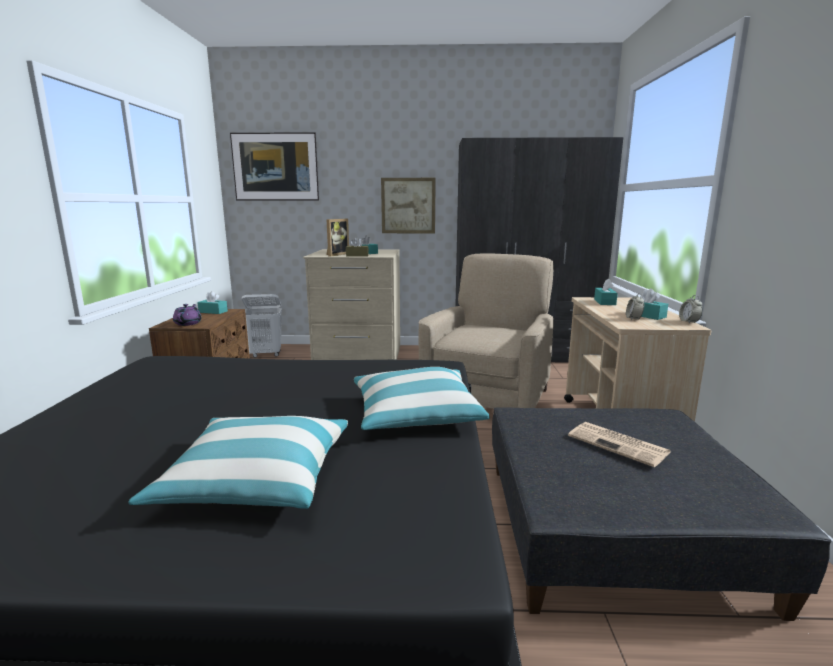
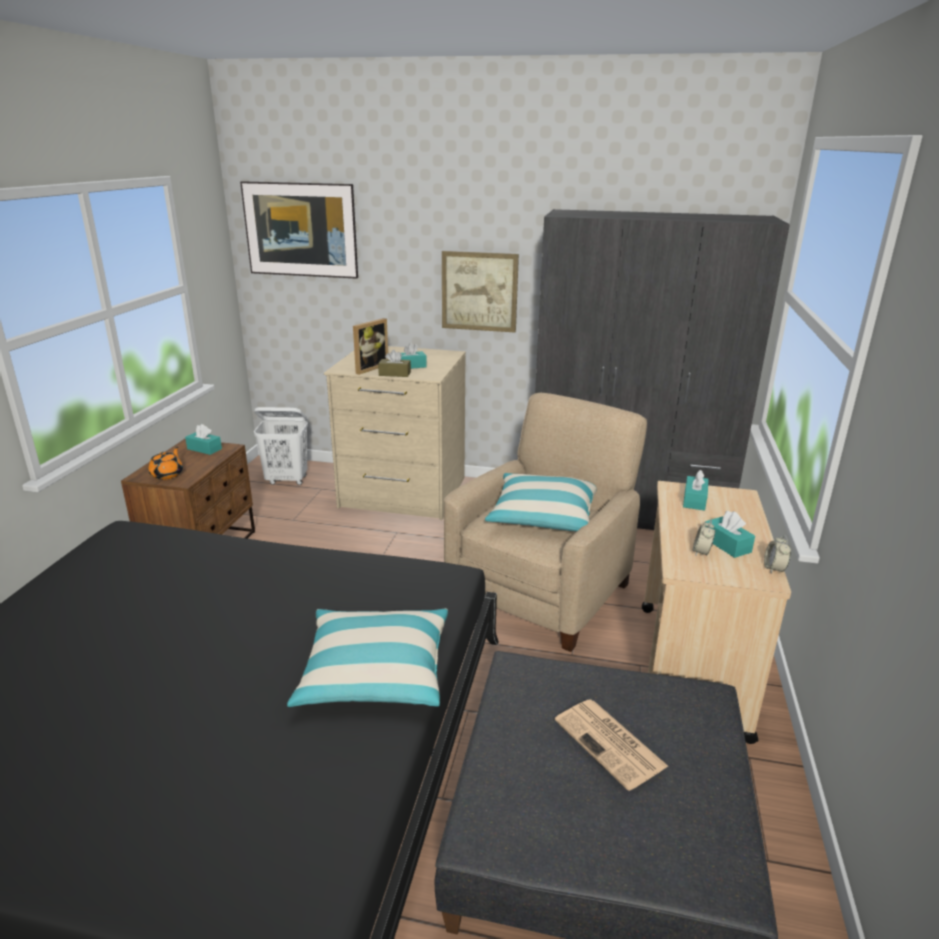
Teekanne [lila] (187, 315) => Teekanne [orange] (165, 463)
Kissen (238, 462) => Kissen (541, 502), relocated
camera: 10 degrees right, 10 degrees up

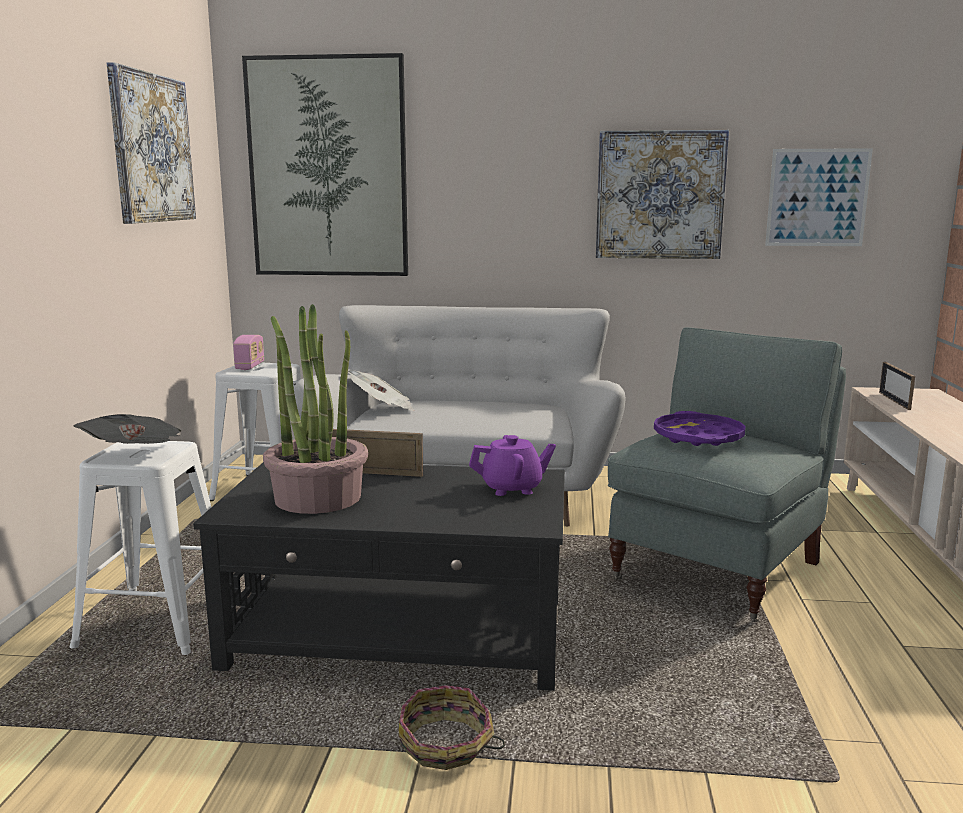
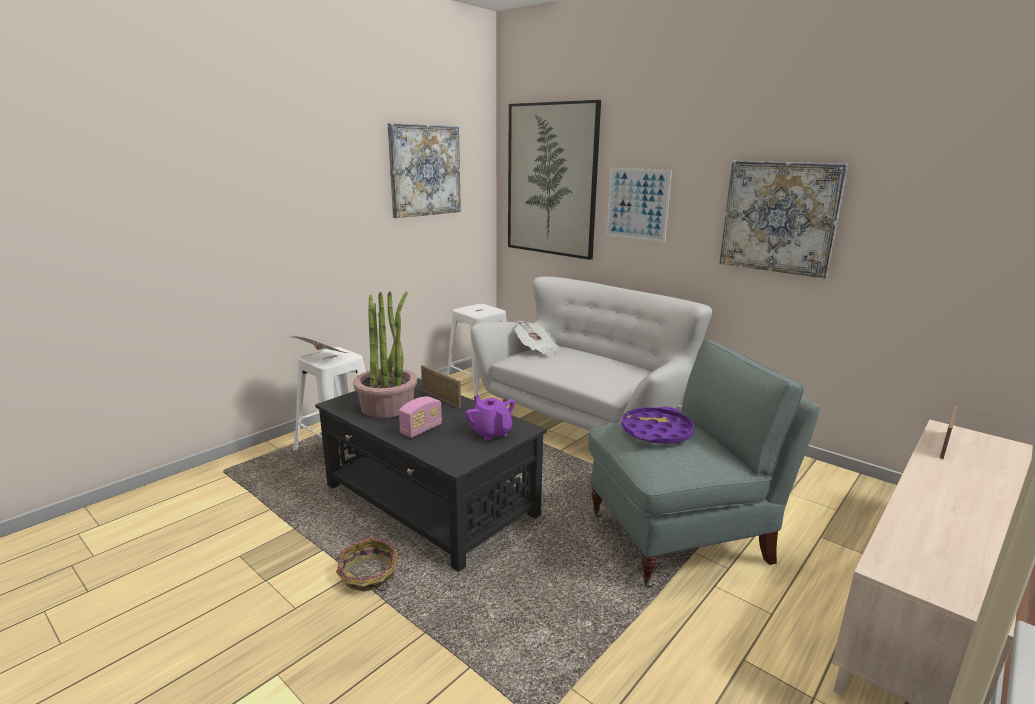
Radio (248, 352) => Radio (420, 417), relocated
Teekanne [lila] (512, 465) => Teekanne [lila] (490, 418), 150 degrees counterclockwise
Bild (819, 197) => Bild (639, 205), relocated
camera: 35 degrees right, 5 degrees up

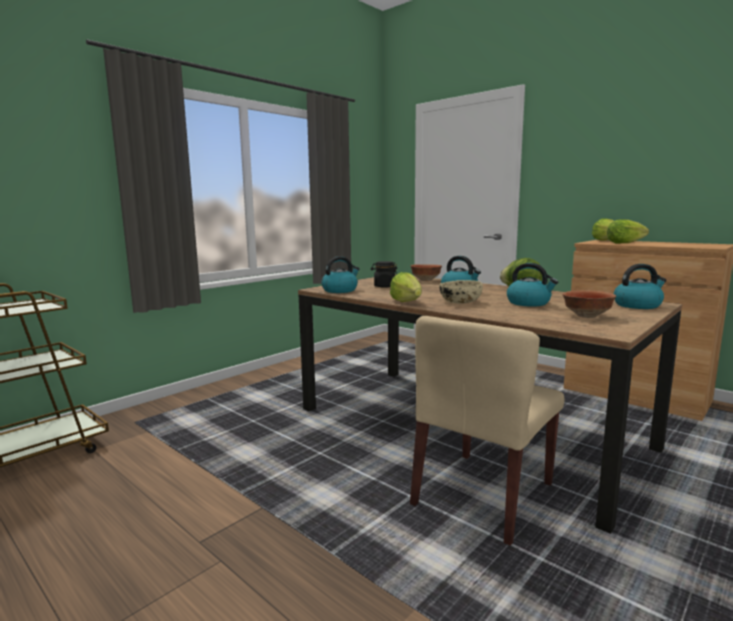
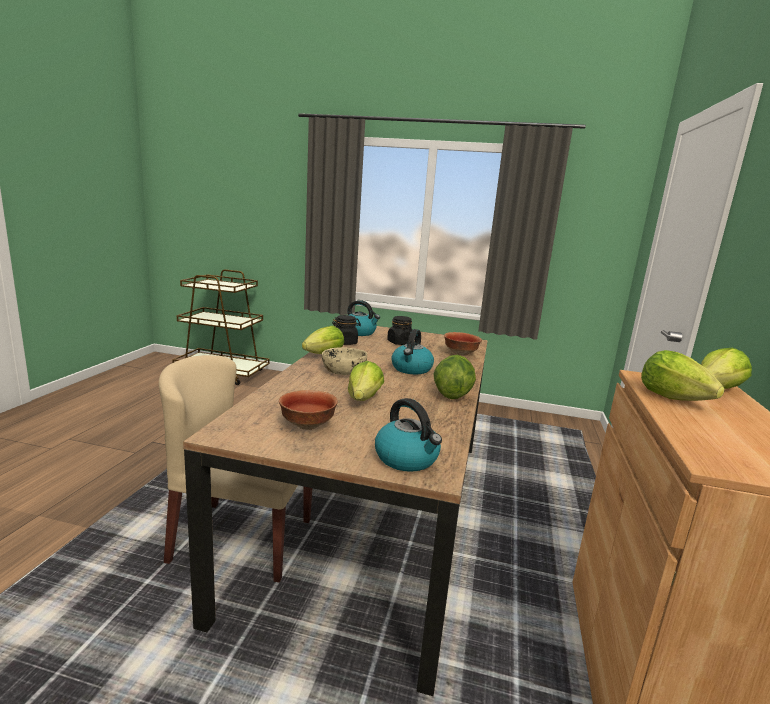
nothing => Vorratsglas [schwarz] (346, 330)
Wasserkessel (532, 285) => Salatkopf (366, 381)
camera: 60 degrees right, 5 degrees up

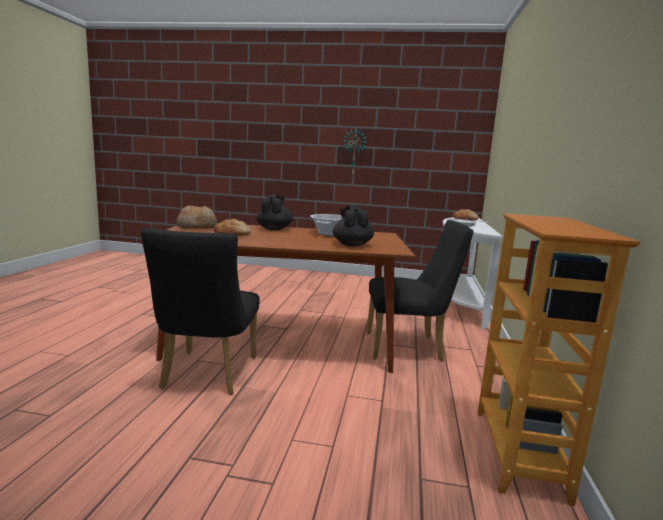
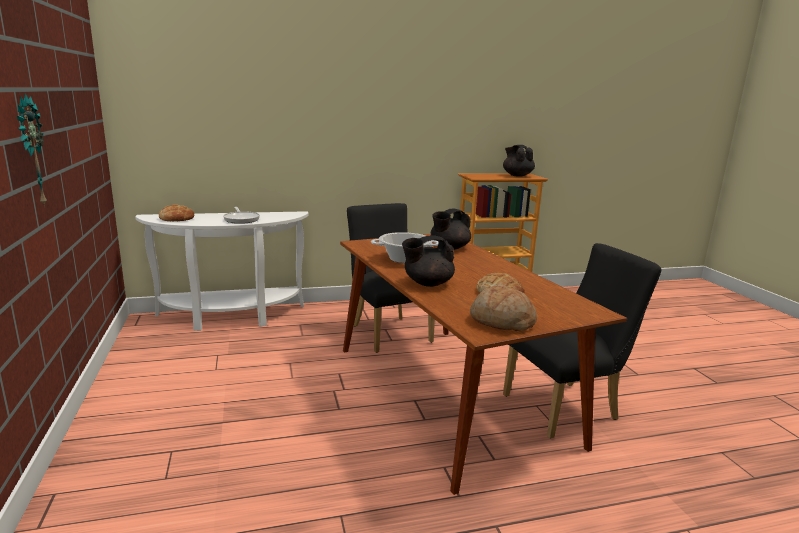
nothing => Teekanne [schwarz] (519, 161)
camera: 115 degrees left, 5 degrees up

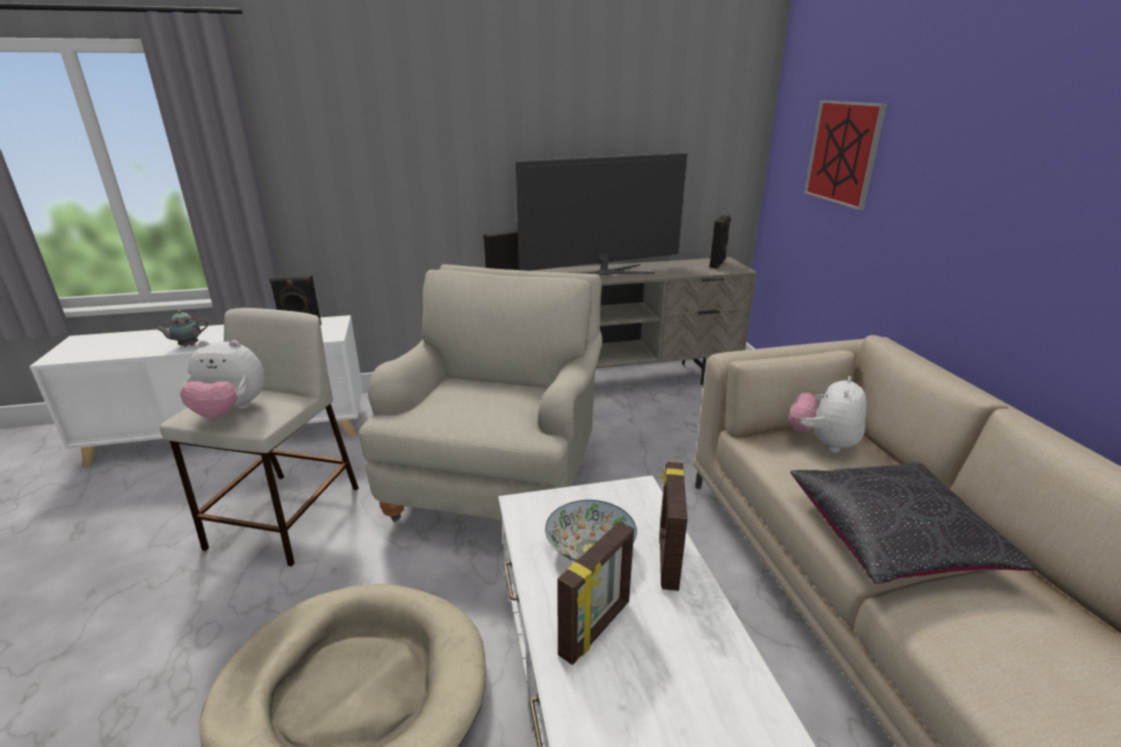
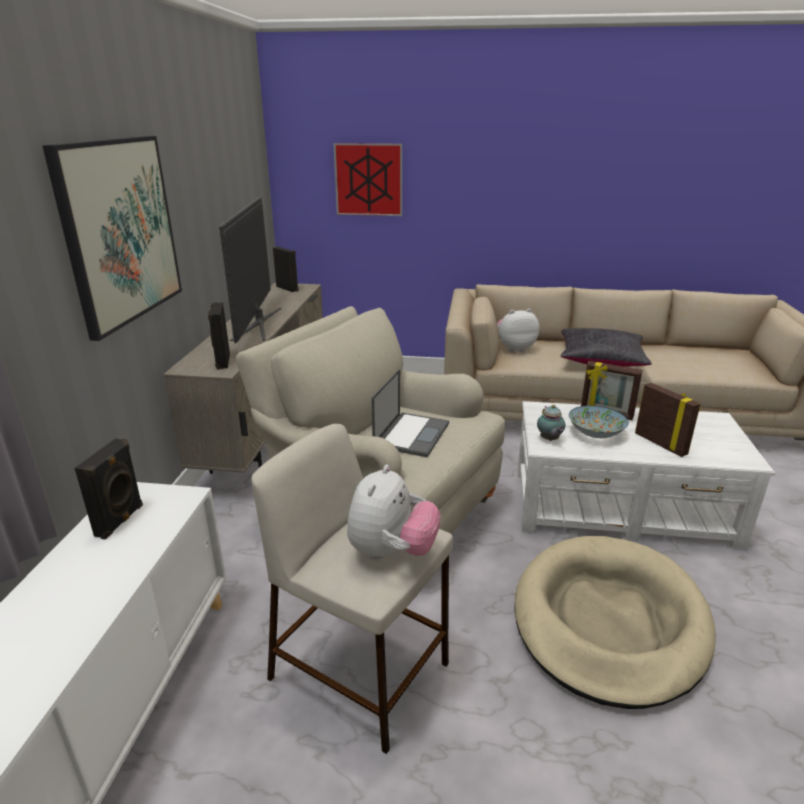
nothing => Bild (112, 238)
nothing => Laptop (410, 413)
Plüschtier (828, 414) => Plüschtier (518, 331), 120 degrees clockwise
Teekanne (182, 328) => Teekanne (551, 422), relocated
camera: 70 degrees left, 0 degrees up

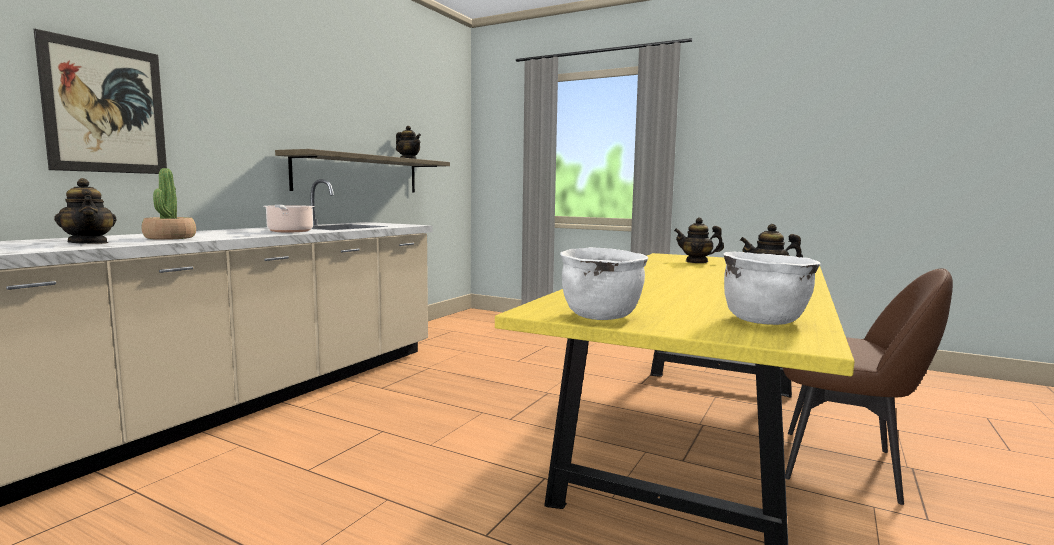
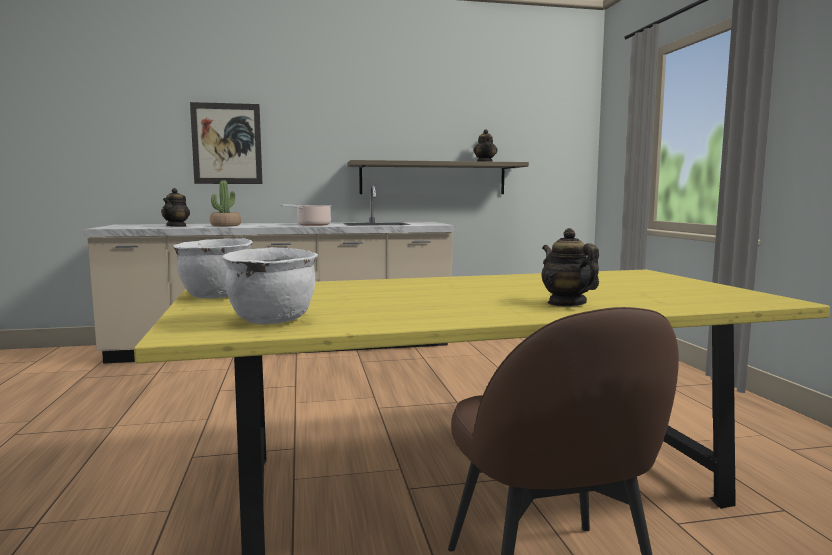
Teekanne (699, 240) => nothing
camera: 50 degrees right, 0 degrees up

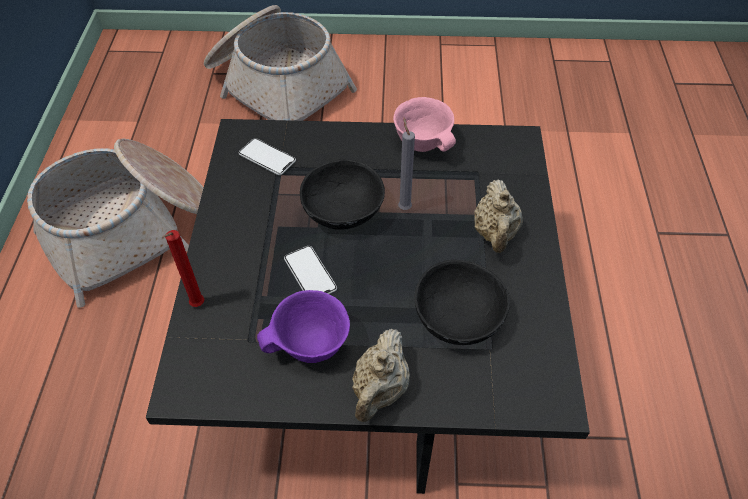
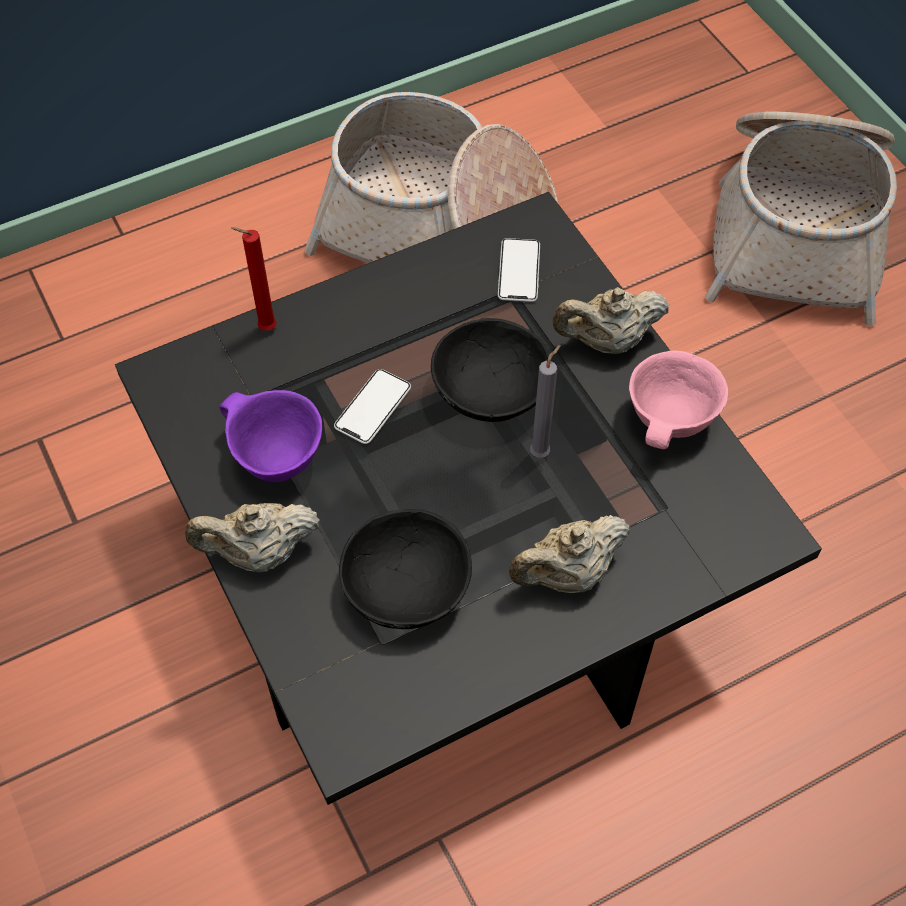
nothing => Teekanne [beige] (611, 320)
camera: 60 degrees right, 5 degrees up

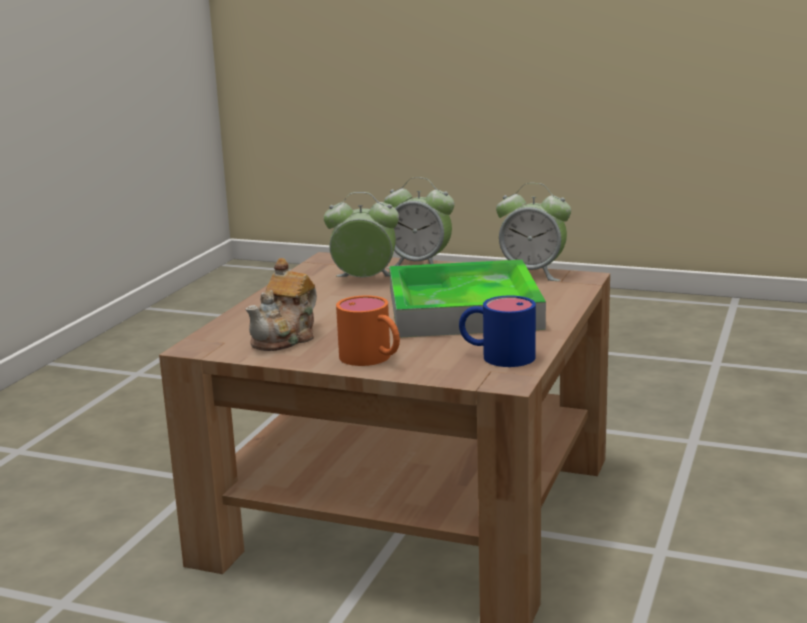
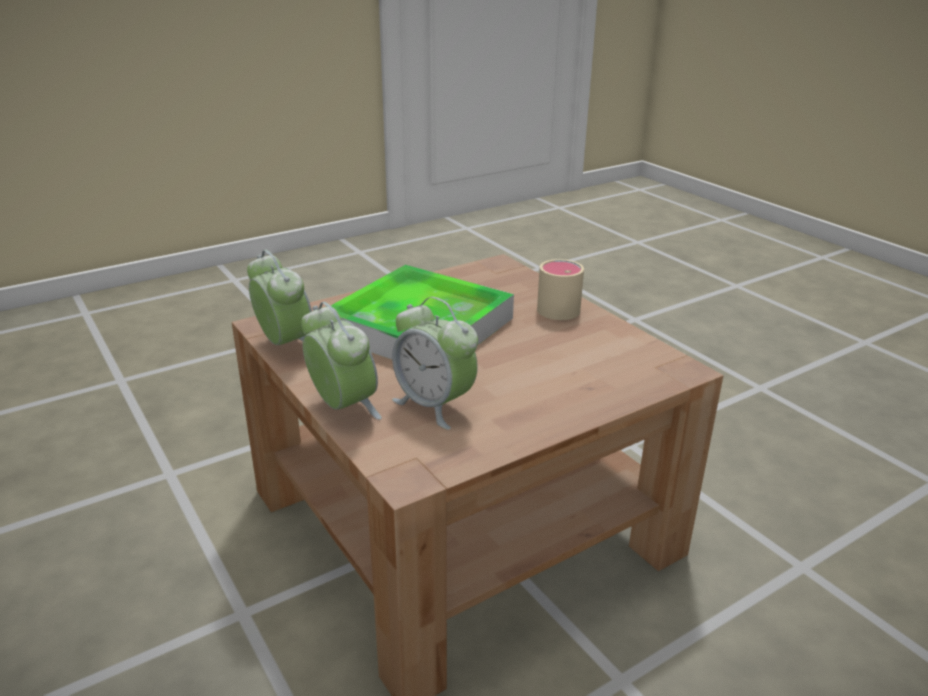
Henkelbecher [orange] (368, 330) => Henkelbecher [beige] (560, 289)
Teekanne (281, 304) => nothing
Henkelbecher [blau] (497, 331) => nothing
camera: 145 degrees left, 10 degrees up

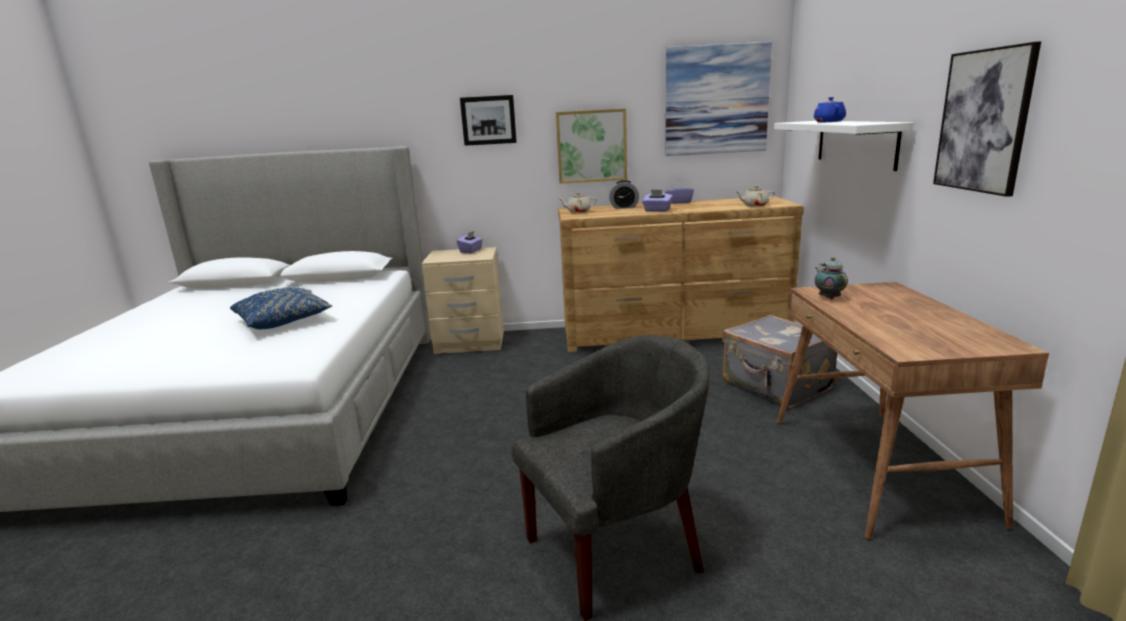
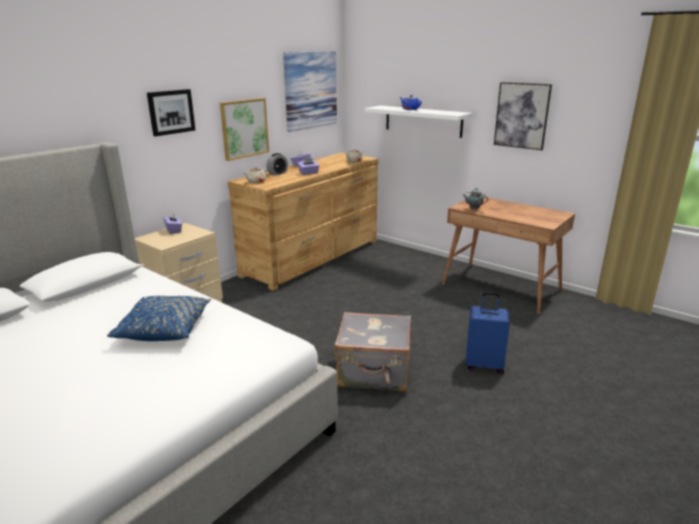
Koffer [grau] (779, 361) => Koffer [grau] (372, 352), relocated
Sessel [grau] (610, 478) => Koffer [blau] (488, 333)
camera: 50 degrees left, 5 degrees up

